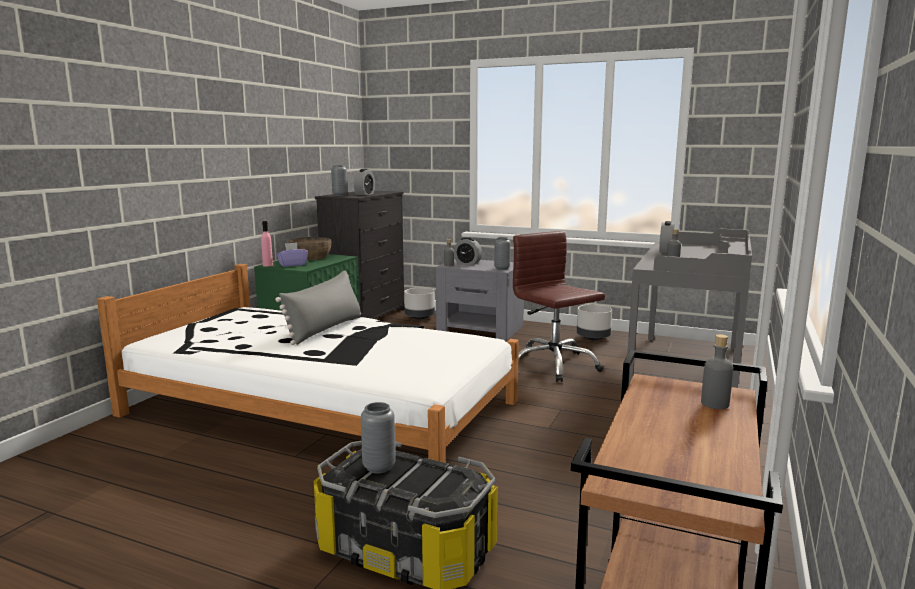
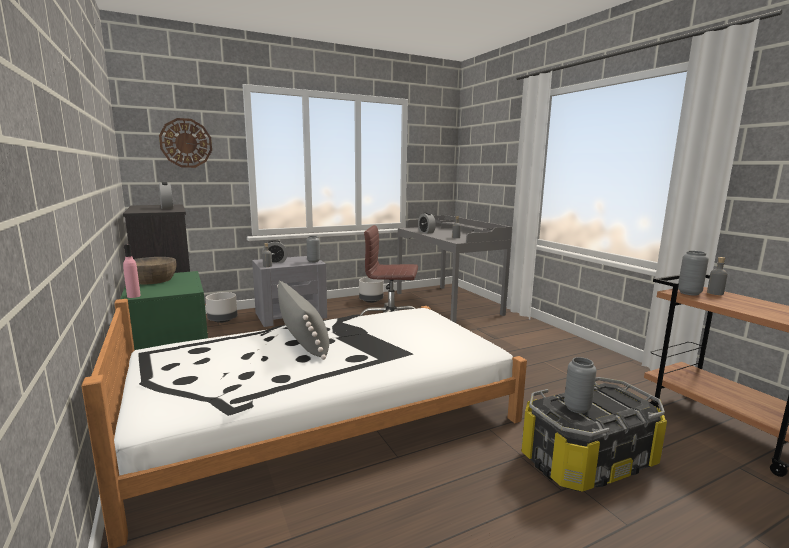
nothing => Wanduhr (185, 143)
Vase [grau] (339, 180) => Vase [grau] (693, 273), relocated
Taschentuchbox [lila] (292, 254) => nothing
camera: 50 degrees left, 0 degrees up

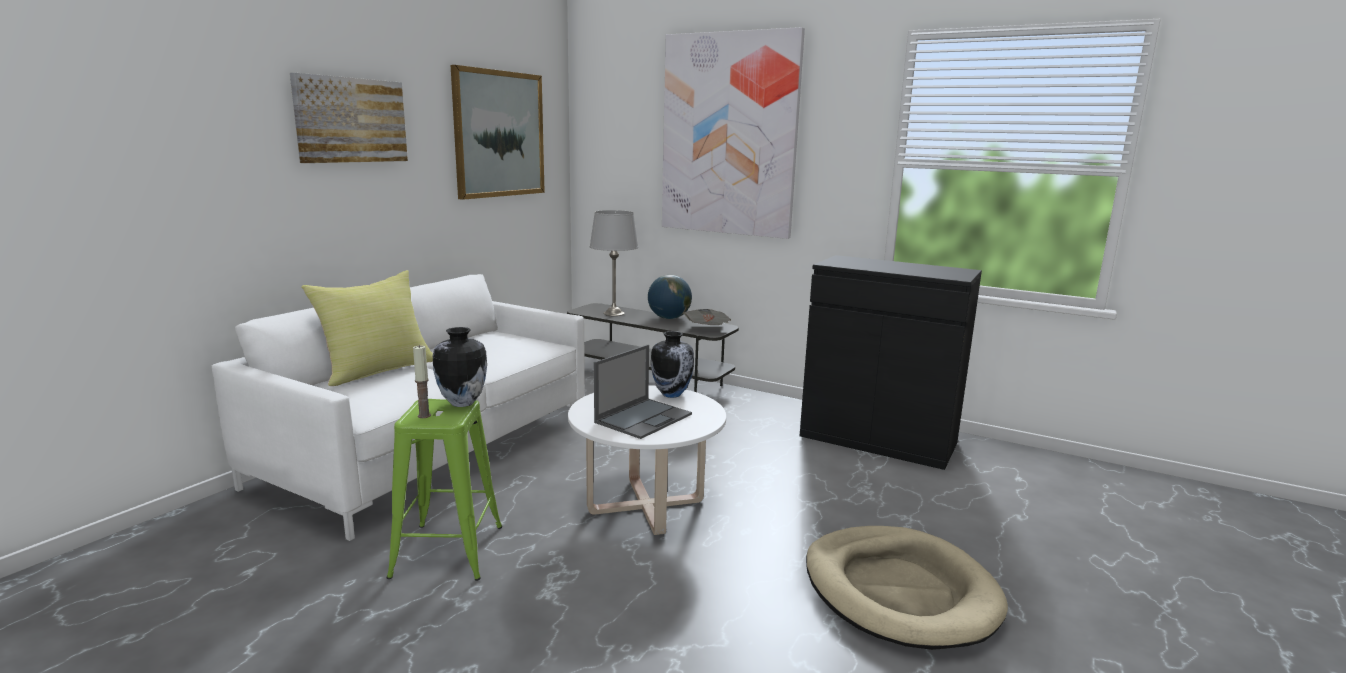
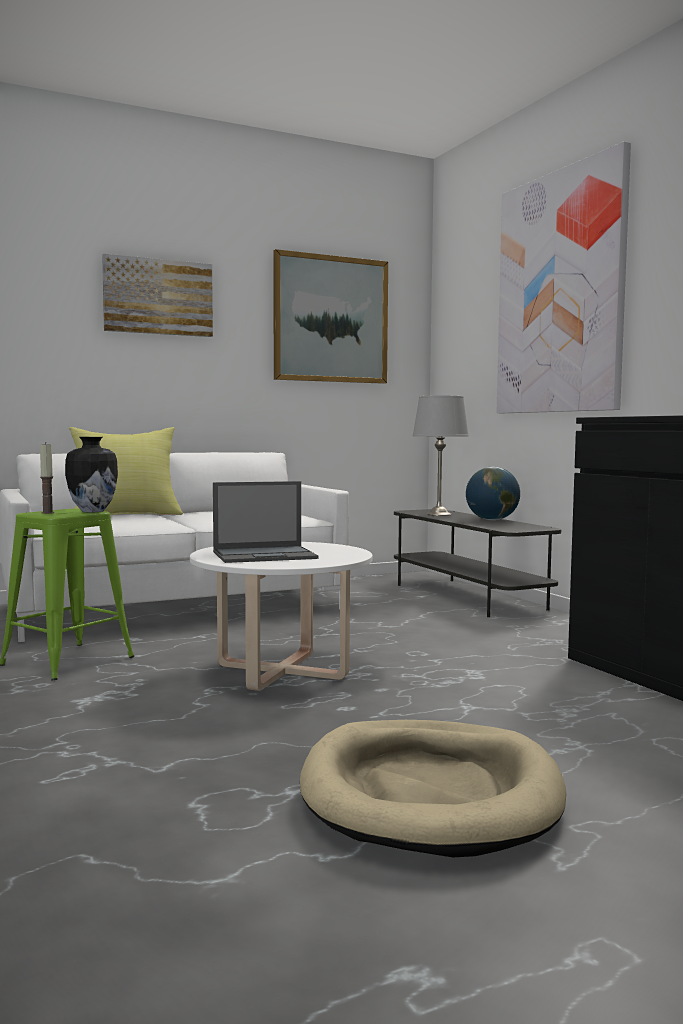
Vase (672, 364) => nothing
Zeitung (707, 317) => nothing
camera: 35 degrees right, 10 degrees down

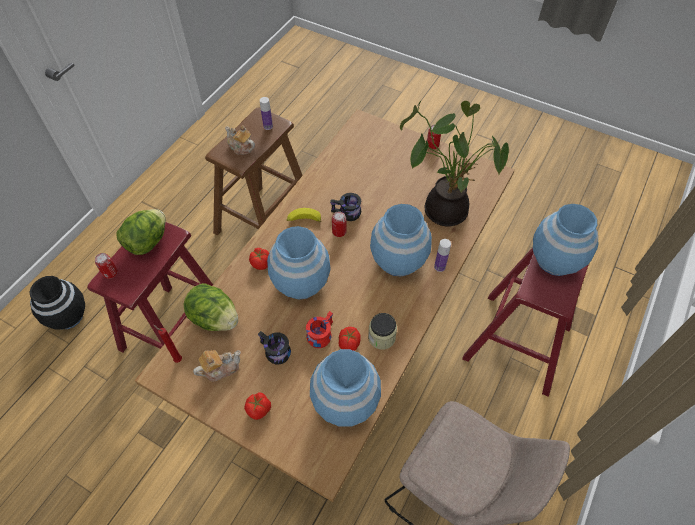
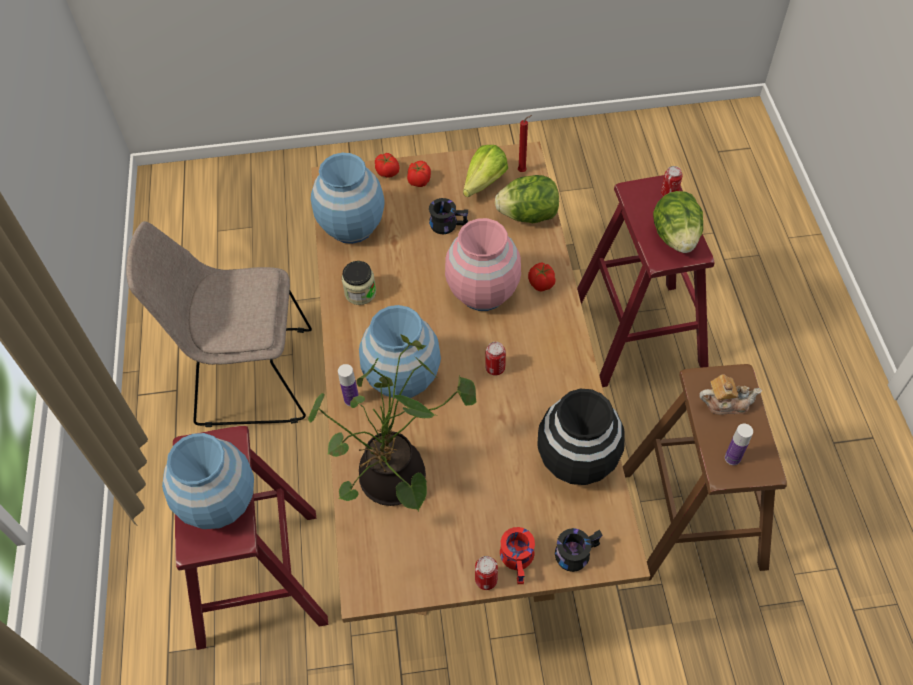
Tomate (349, 339) => Tomate (387, 165), relocated
Vase [blau] (299, 262) => Vase [rosa] (483, 264)
Teekanne (217, 365) => Salatkopf (485, 171)
Henkelbecher [rot] (319, 329) => Henkelbecher [rot] (517, 555), relocated
Vase [schwarz] (57, 302) => Vase [schwarz] (580, 437), relocated
Henkelbecher [schwarz] (345, 207) => Henkelbecher [schwarz] (578, 550), relocated
Banane (304, 215) => nothing
camera: 145 degrees right, 0 degrees up

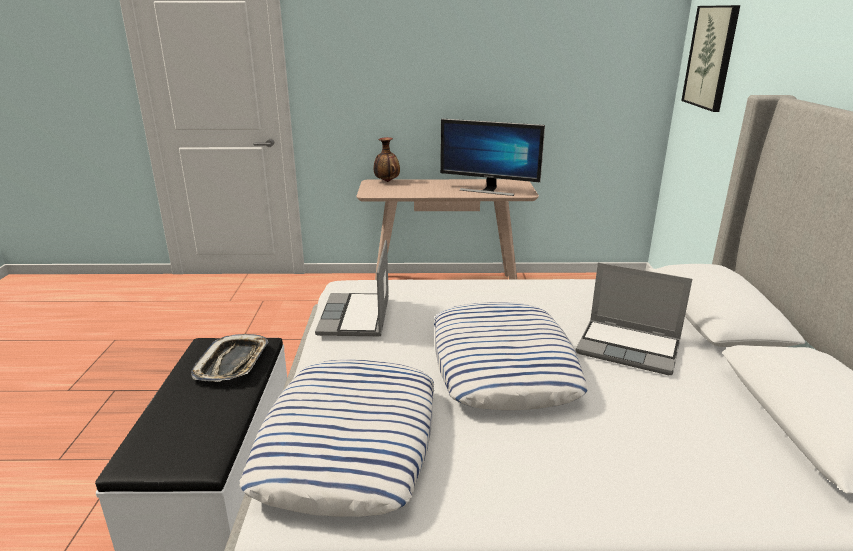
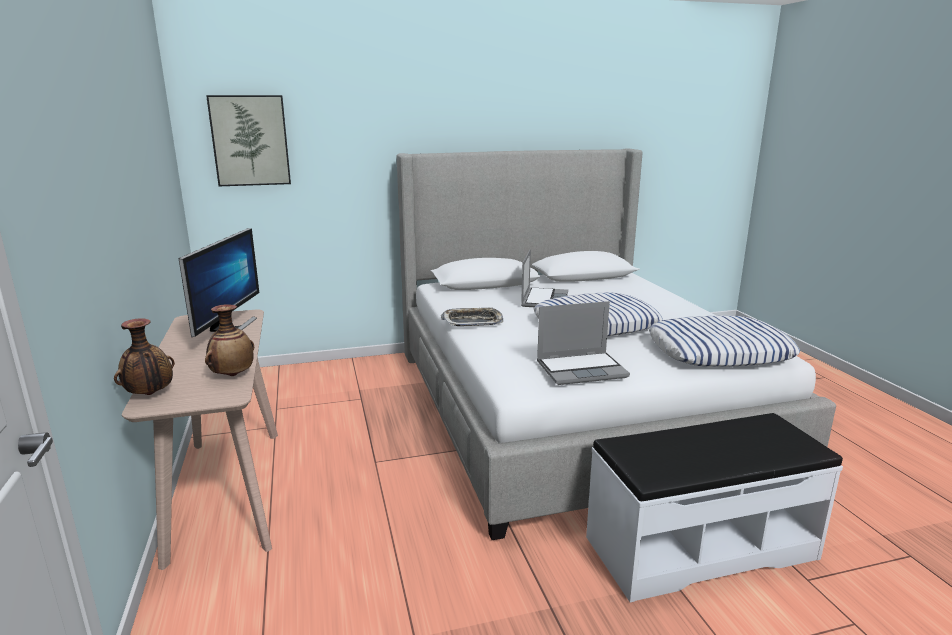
nothing => Vase (229, 340)
Tablett (229, 358) => Tablett (472, 316), relocated
camera: 105 degrees left, 5 degrees down

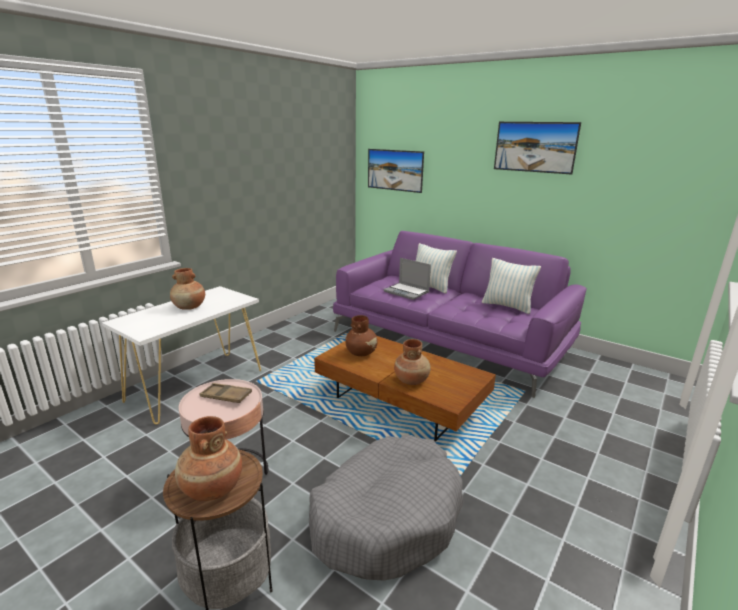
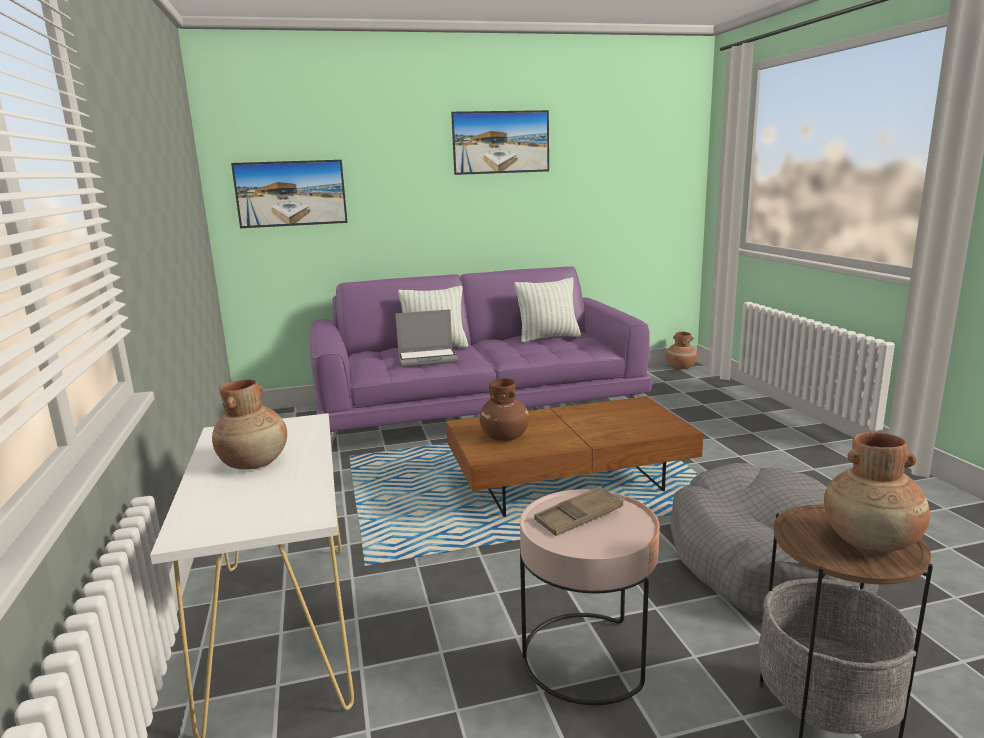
Vase [braun] (412, 362) => Vase [braun] (681, 350), relocated
camera: 50 degrees left, 5 degrees down

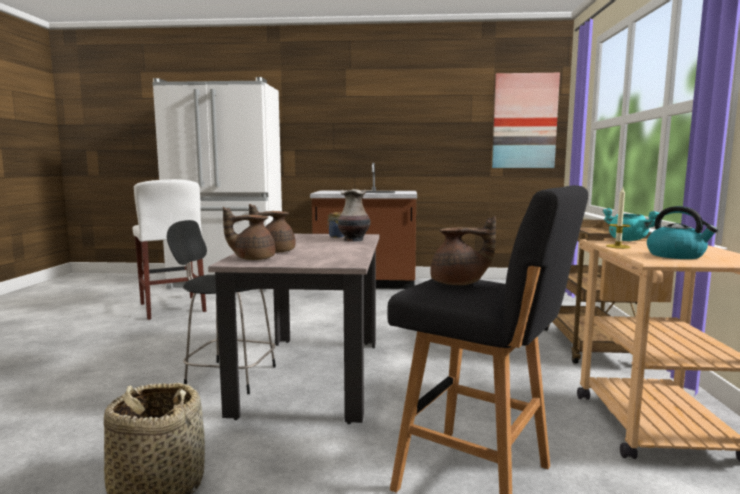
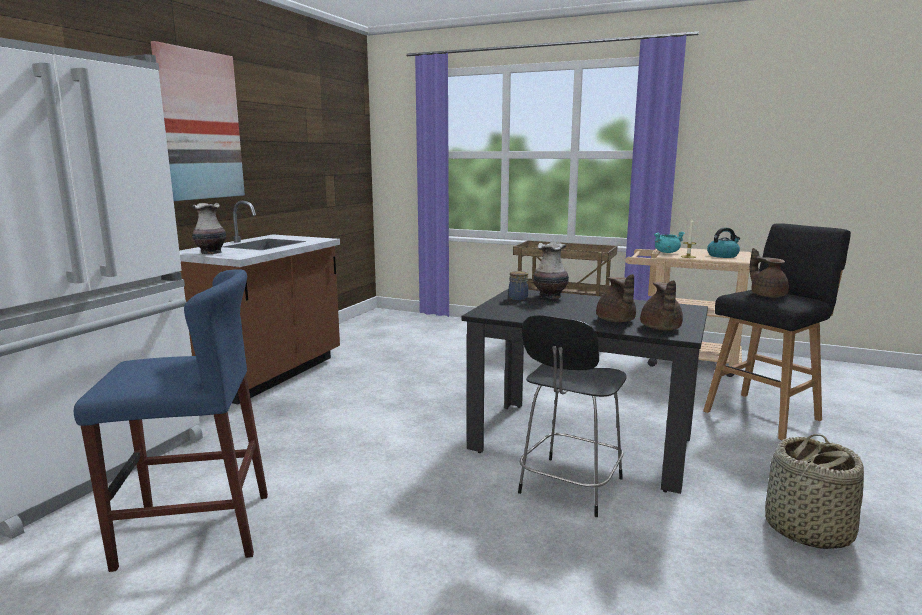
Hocker [weiß] (169, 249) => Hocker [blau] (171, 420)
Bild (526, 120) => Bild (198, 121), relocated
nothing => Vase (209, 228)
Esstisch [beige] (293, 329) => Esstisch [schwarz] (585, 391)
Teekanne [braun] (463, 250) => Teekanne [braun] (769, 272), 45 degrees counterclockwise
camera: 70 degrees left, 5 degrees up

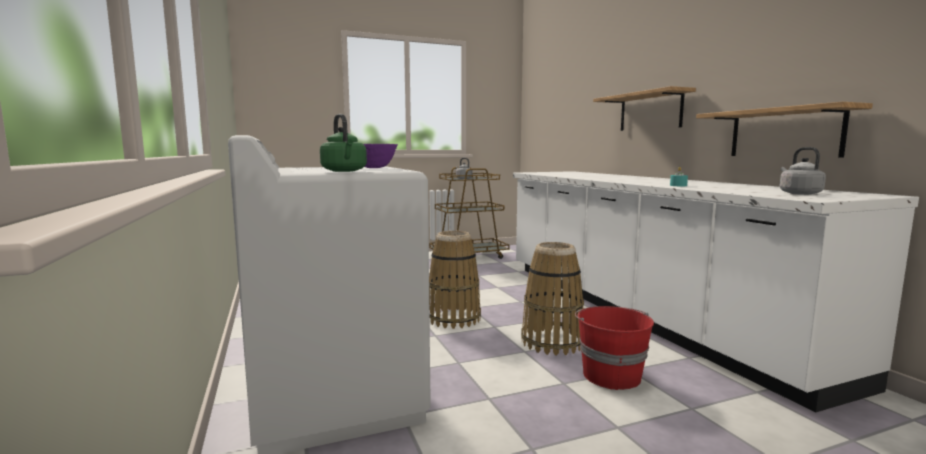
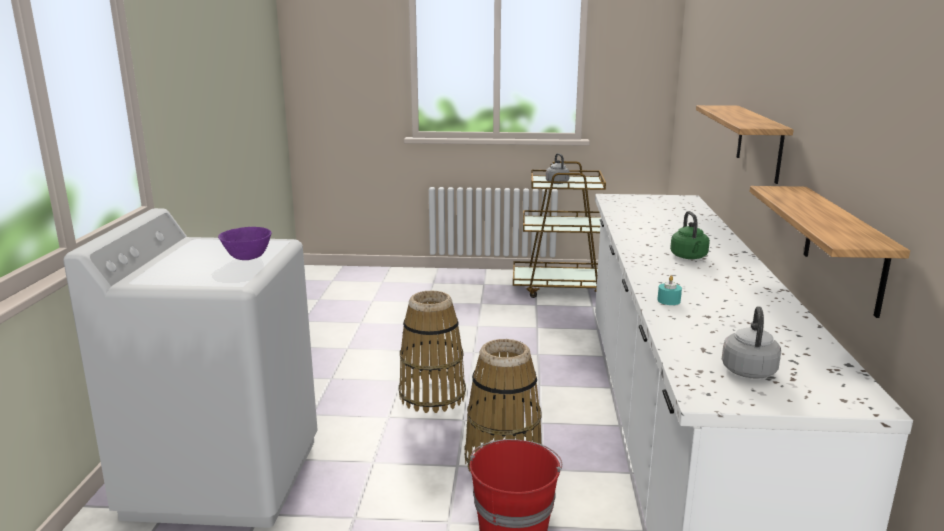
Wasserkessel [grün] (343, 143) => Wasserkessel [grün] (690, 235), relocated
camera: 25 degrees right, 10 degrees up

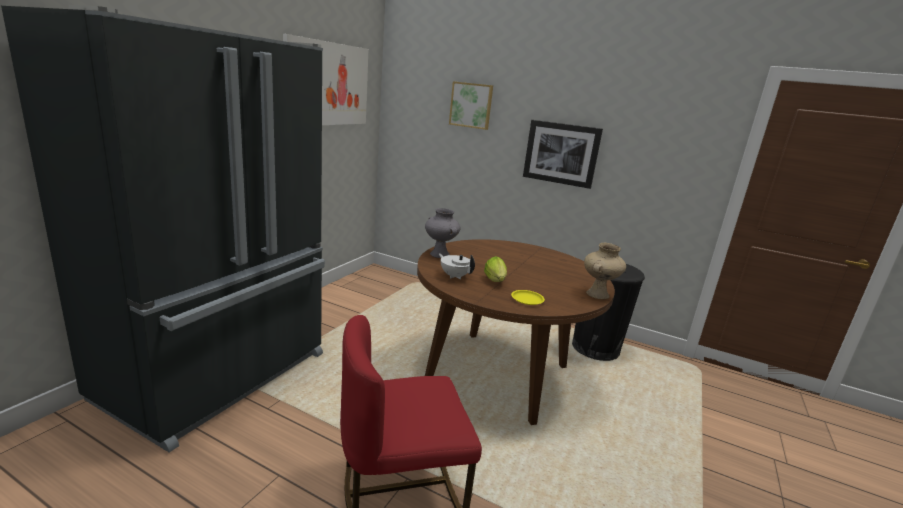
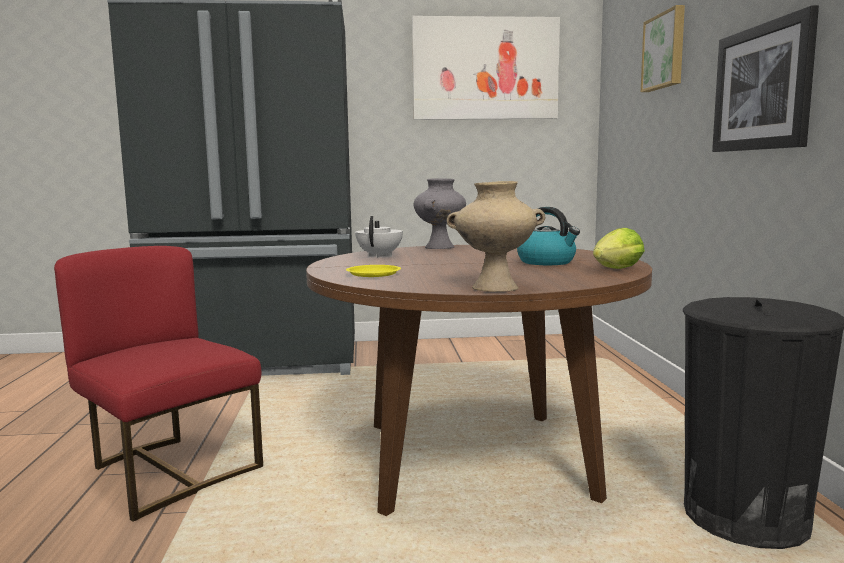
nothing => Wasserkessel (548, 236)
Salatkopf (495, 269) => Salatkopf (619, 248), relocated
camera: 60 degrees right, 10 degrees down

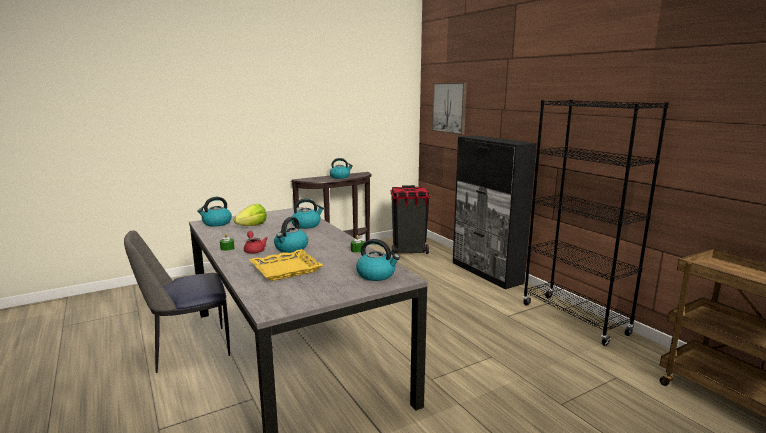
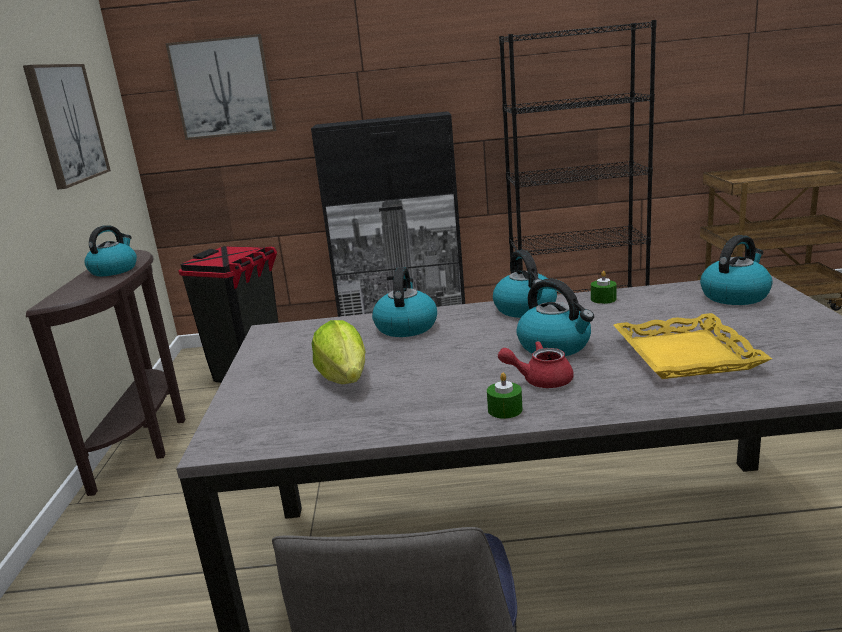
nothing => Bild (67, 127)
Wasserkessel (214, 212) => Wasserkessel (525, 284), relocated
camera: 60 degrees left, 5 degrees up

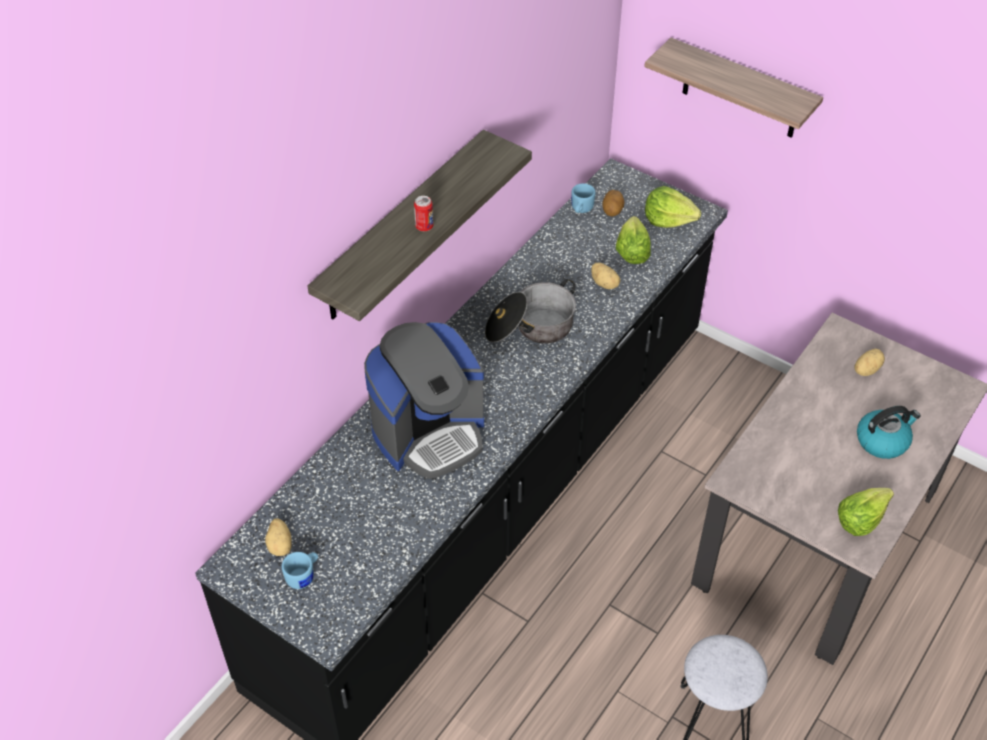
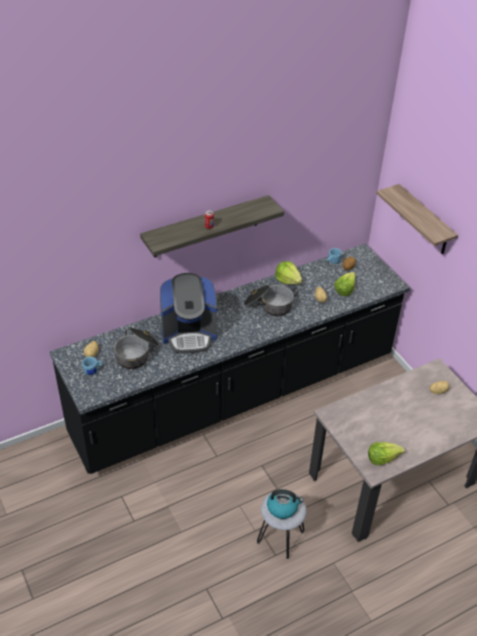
nothing => Kochtopf (136, 348)
Wasserkessel (889, 432) => Wasserkessel (285, 504), relocated
Salatkopf (673, 207) => Salatkopf (288, 273), relocated
camera: 25 degrees right, 5 degrees down

